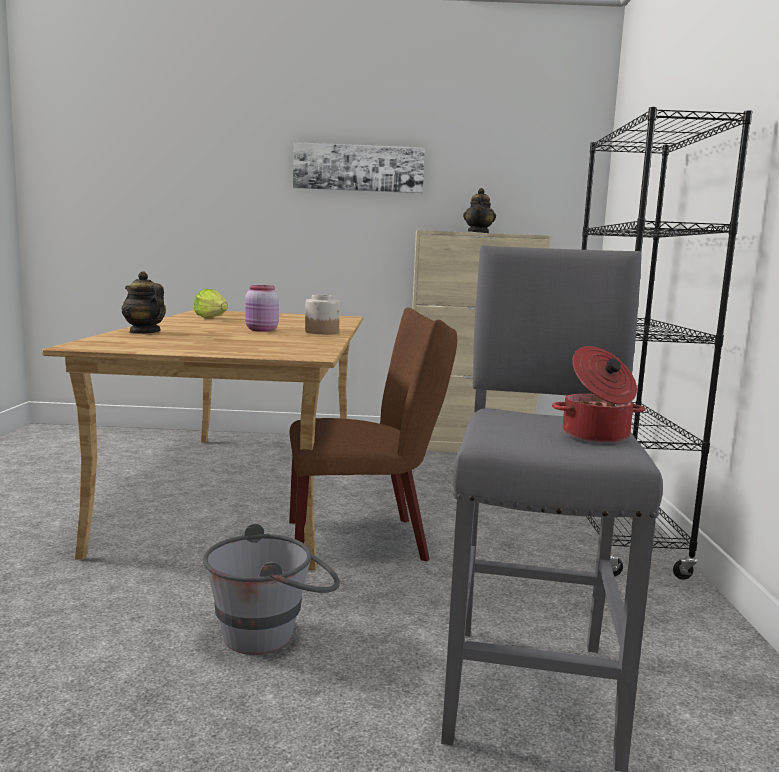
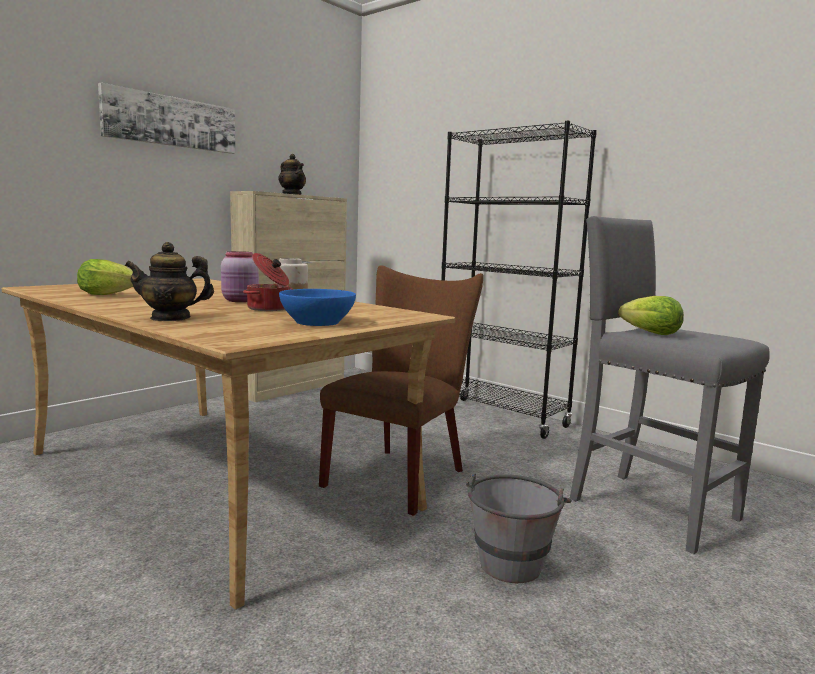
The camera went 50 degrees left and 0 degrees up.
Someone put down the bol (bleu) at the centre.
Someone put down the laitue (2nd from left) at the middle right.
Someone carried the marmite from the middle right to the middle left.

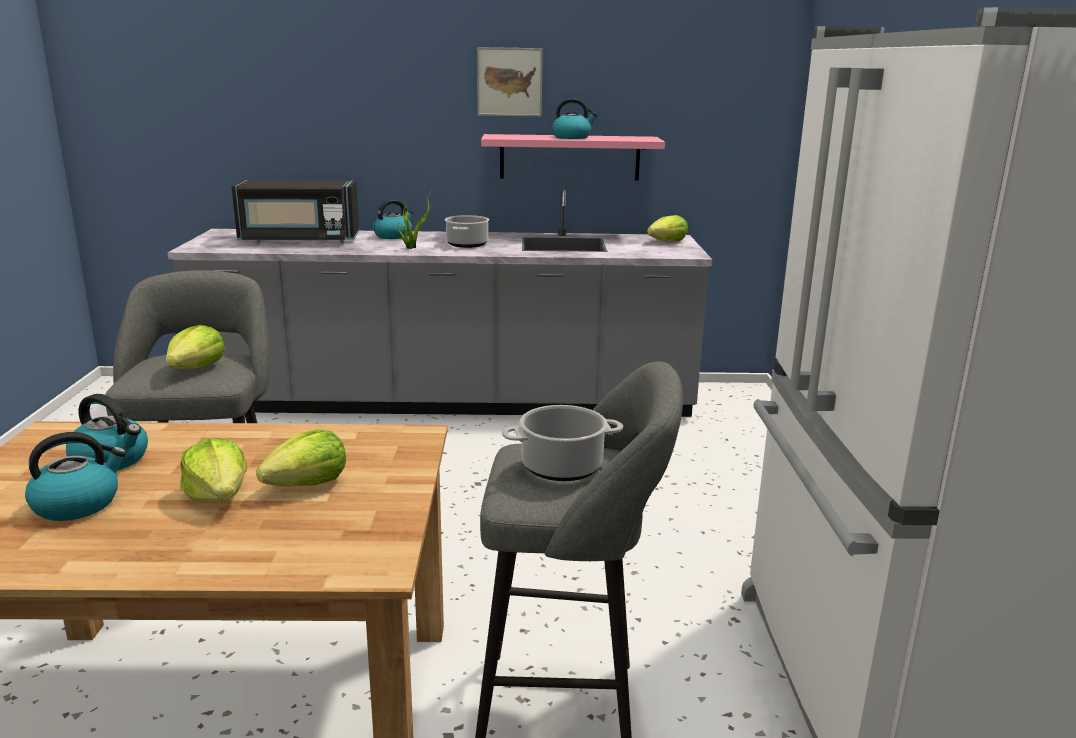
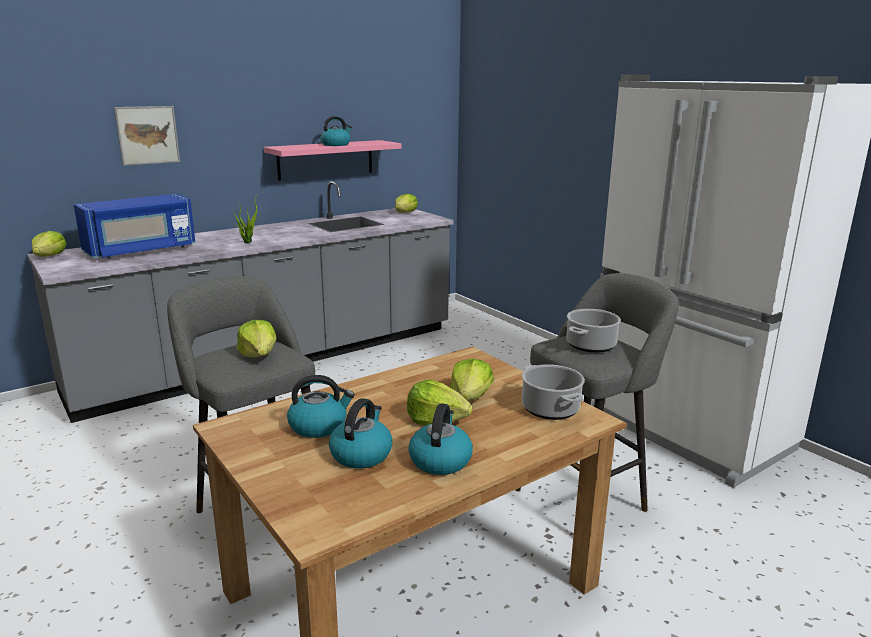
The camera went 35 degrees left and 0 degrees up.
Someone put down the laitue (1st from left) at the middle left.
Someone carried the bouilloire (3rd from left in the first image) from the top centre to the bottom centre.
Someone carried the marmite (1st from left) from the top centre to the centre.
Someone carried the tableau from the top centre to the top left.
Someone repainted the micro-ondes (noir) at the top left, which became the micro-ondes (bleu) at the middle left.

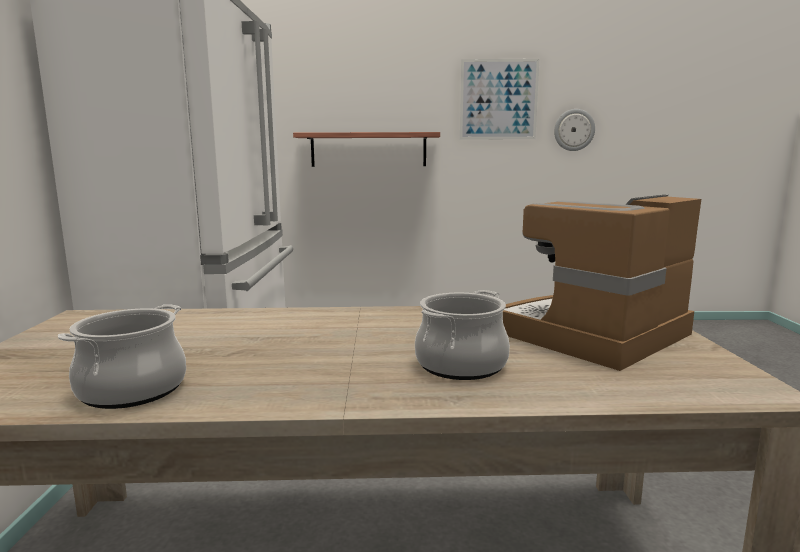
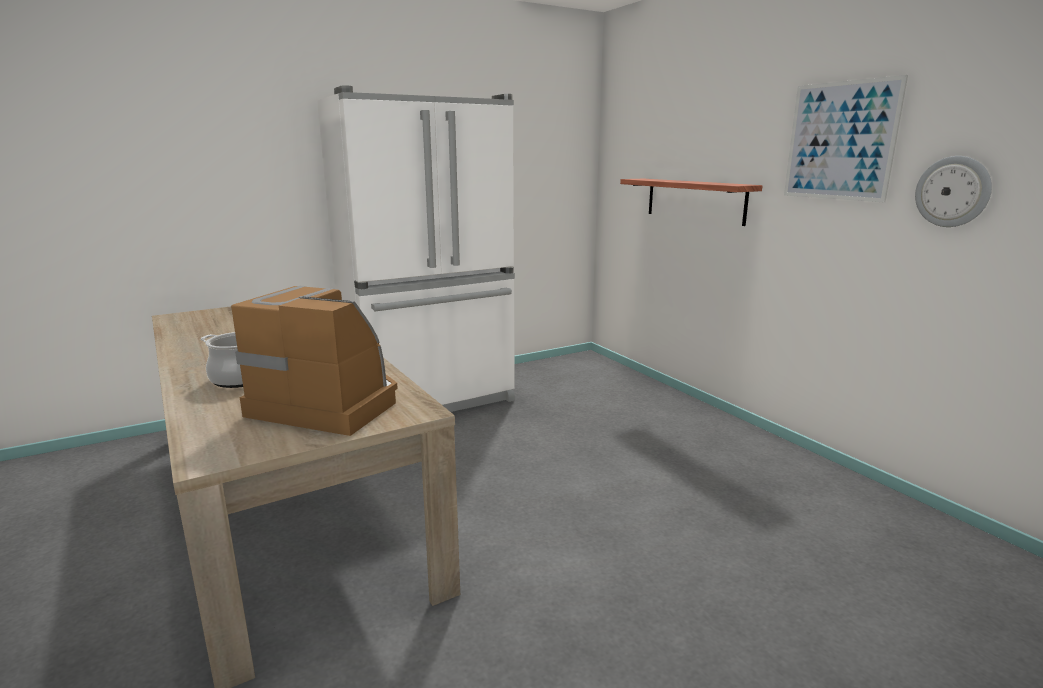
The camera went 60 degrees right and 5 degrees up.
Someone took away the marmite (1st from left) at the middle left.

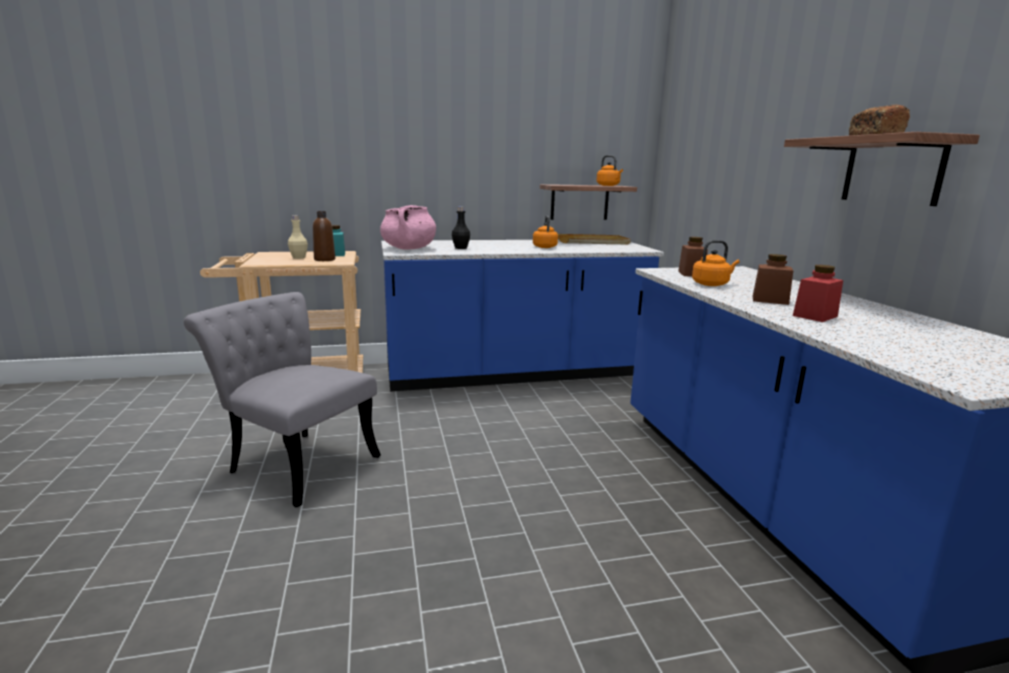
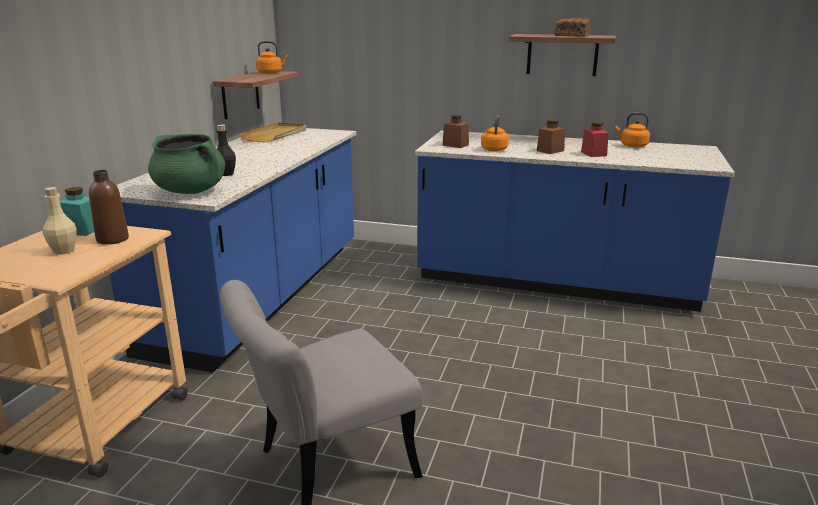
The camera went 60 degrees left and 5 degrees up.
Someone carried the bouilloire (orange) (1st from left in the first image) from the centre to the top right.
Someone repainted the marmite (rose) at the centre, which became the marmite (vert) at the top left.

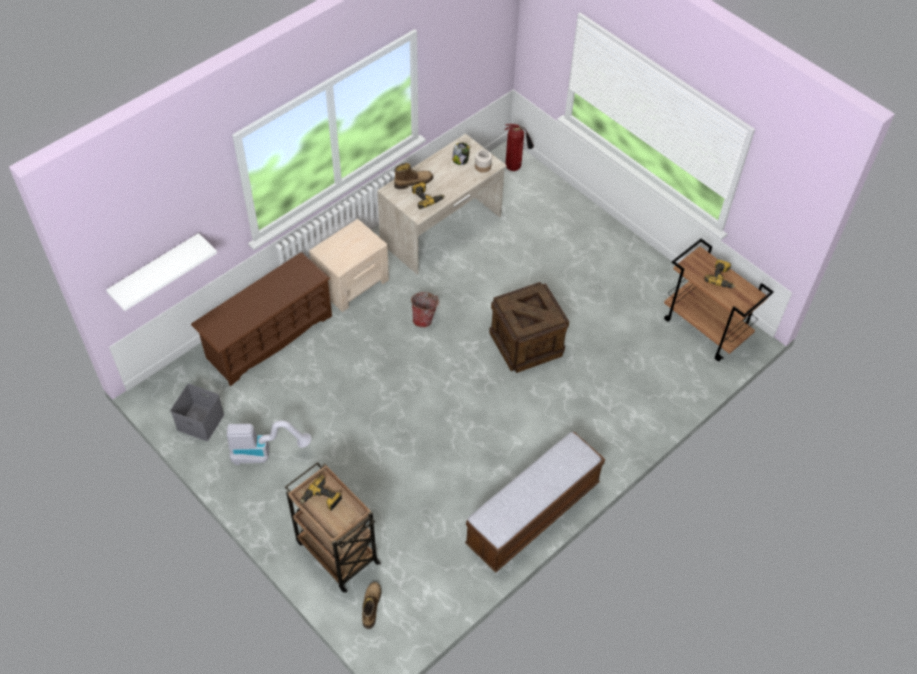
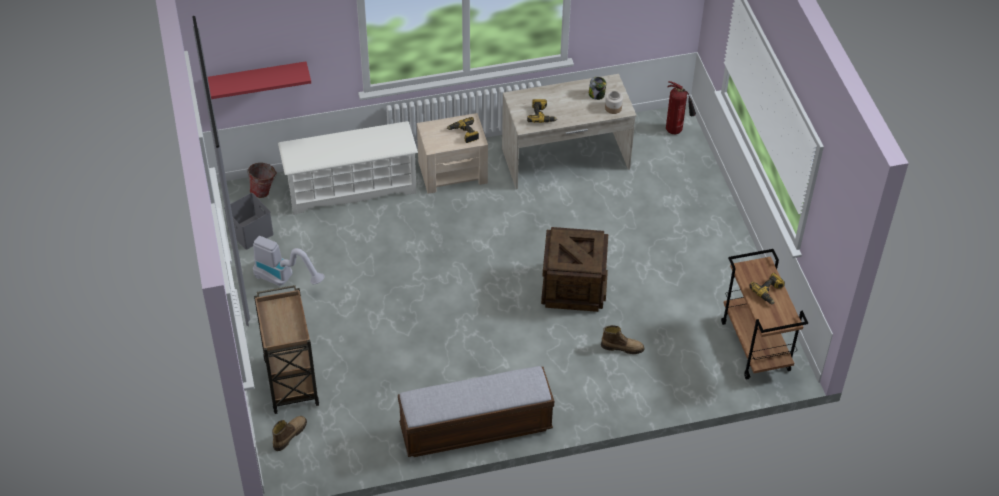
The camera went 30 degrees right and 5 degrees down.
Someone carried the perceuse (1st from left) from the bottom centre to the top centre.
Someone carried the botte (2nd from left) from the top centre to the bottom centre.
Someone carried the seau from the centre to the middle left.
Someone repainted the étagère (blanc) at the middle left, which became the étagère (rouge) at the top left.
Someone repainted the étagère à chaussures (marron) at the middle left, which became the étagère à chaussures (blanc) at the centre.

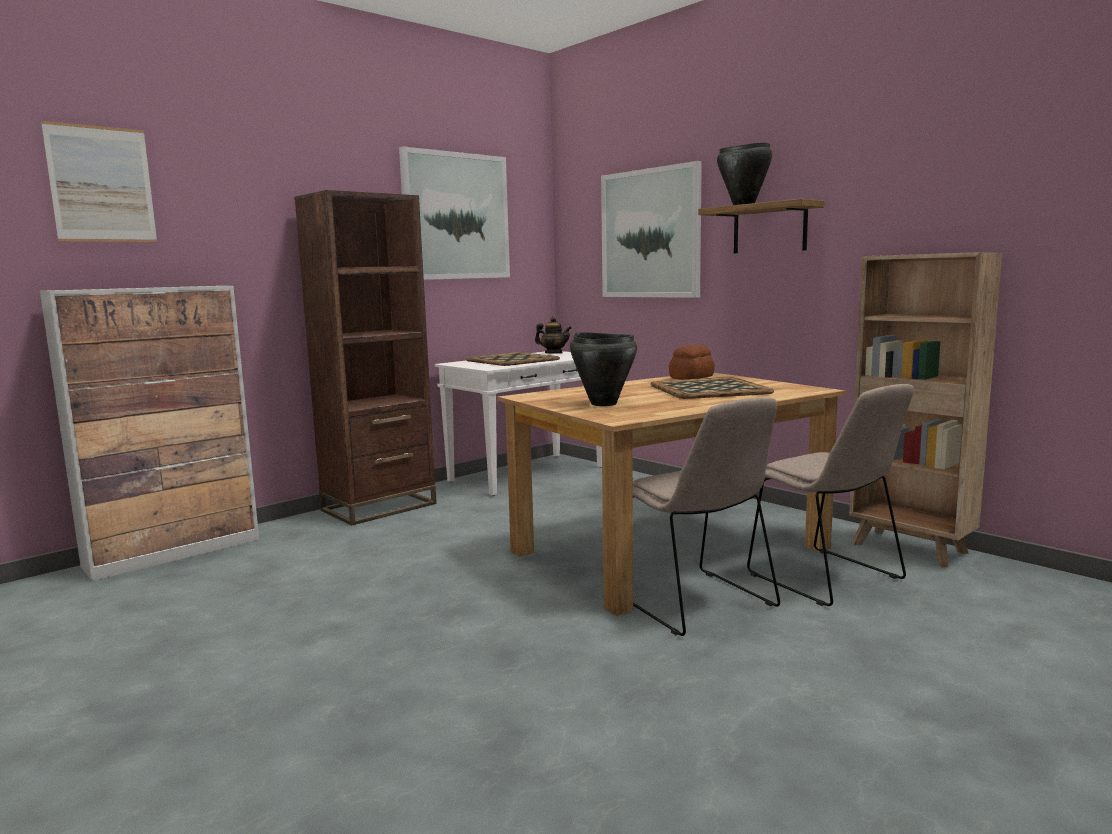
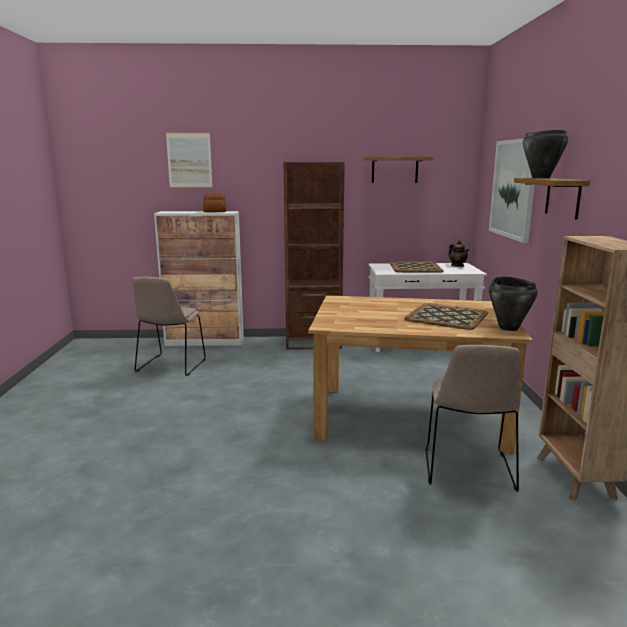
The camera went 40 degrees right and 5 degrees up.
Someone carried the marmite (noir) (1st from left) from the centre to the middle right.
Someone carried the chaise (beige) (1st from left) from the centre to the middle left.
Someone carried the pain from the centre to the top centre.
Someone swapped the tableau (2nd from left) at the top centre for the étagère (1st from left) at the top centre.

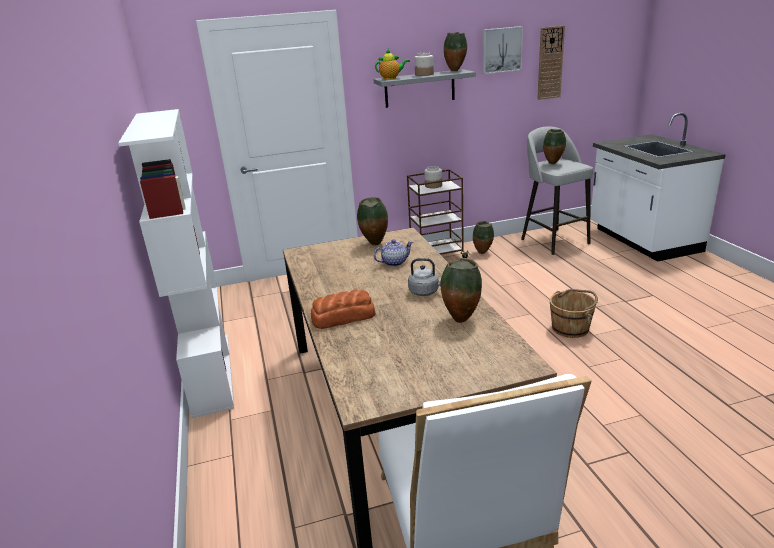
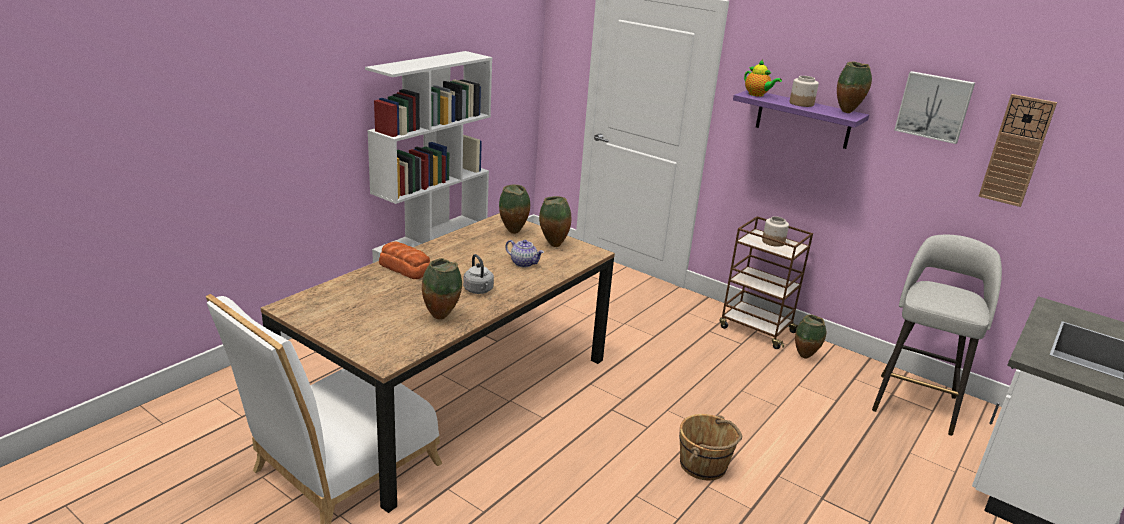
The camera went 50 degrees right and 0 degrees up.
Someone carried the vase (5th from left in the first image) from the top right to the centre.
Someone repainted the étagère (gris) at the top centre, which became the étagère (violet) at the top right.

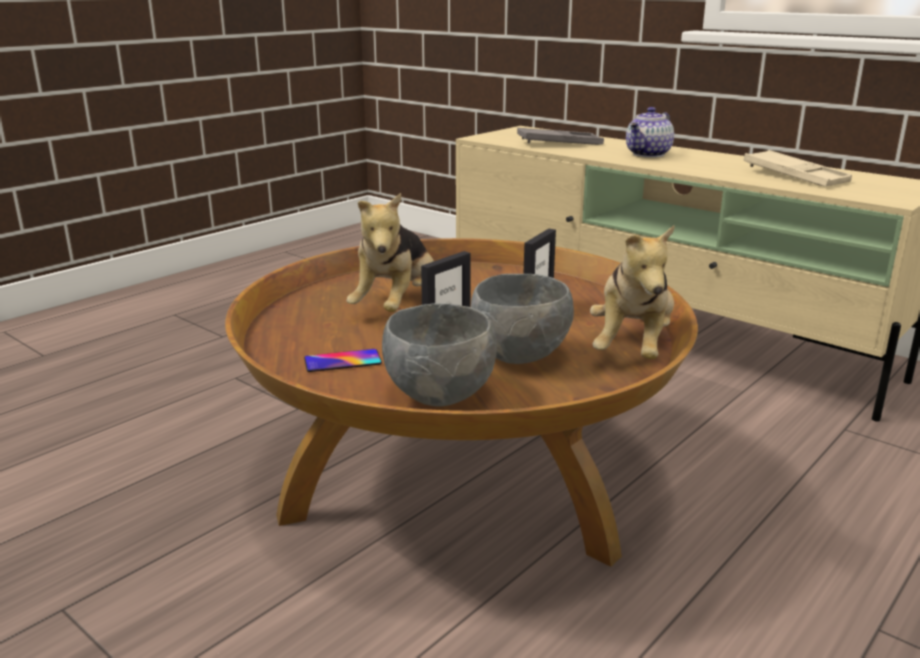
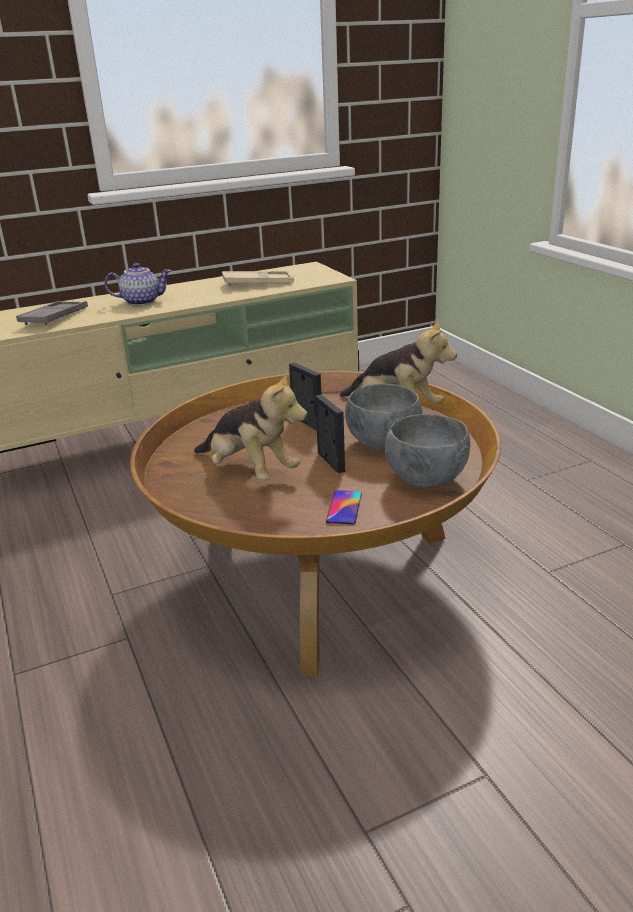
The camera went 65 degrees left and 5 degrees up.
Someone rotated the théière at the top right by 75 degrees counterclockwise.

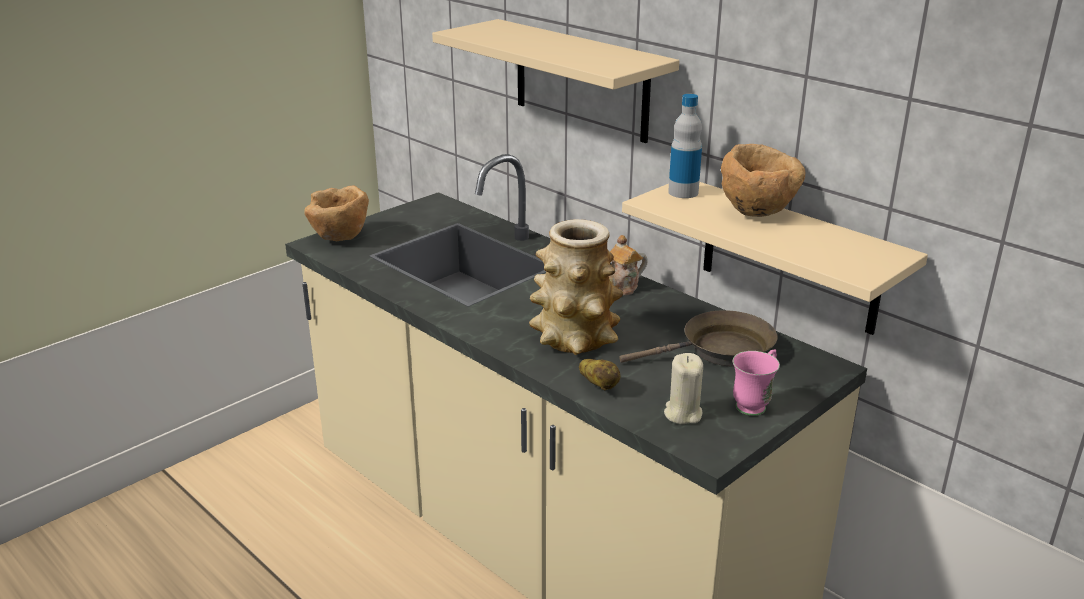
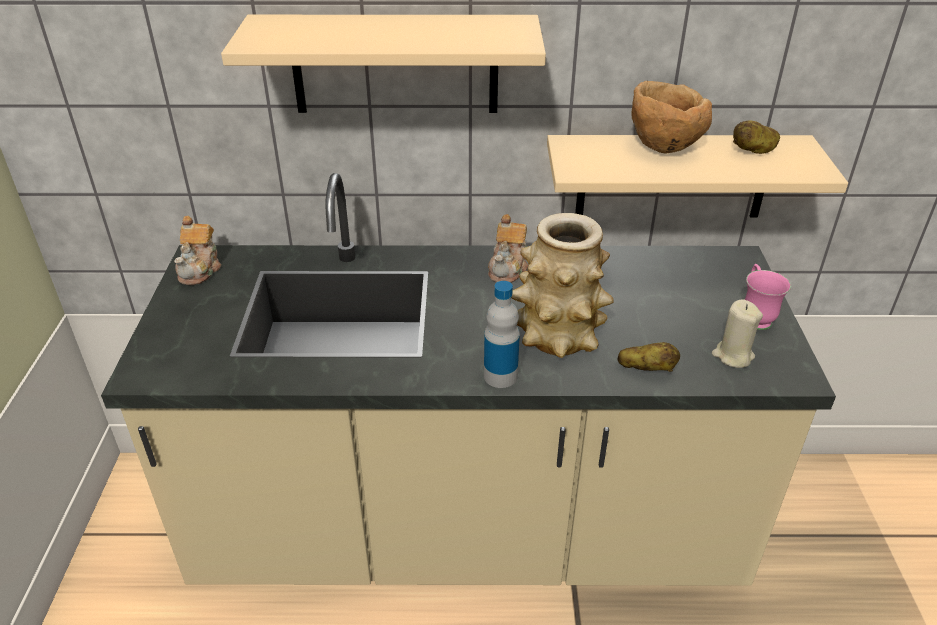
The camera went 45 degrees left and 10 degrees up.
Someone took away the bol (marron) (1st from left) at the middle left.
Someone took away the poêle (marron) at the centre.
Someone put down the théière (1st from left) at the middle left.
Someone put down the pomme de terre (2nd from left) at the top right.
Someone carried the bouteille from the top centre to the centre.

